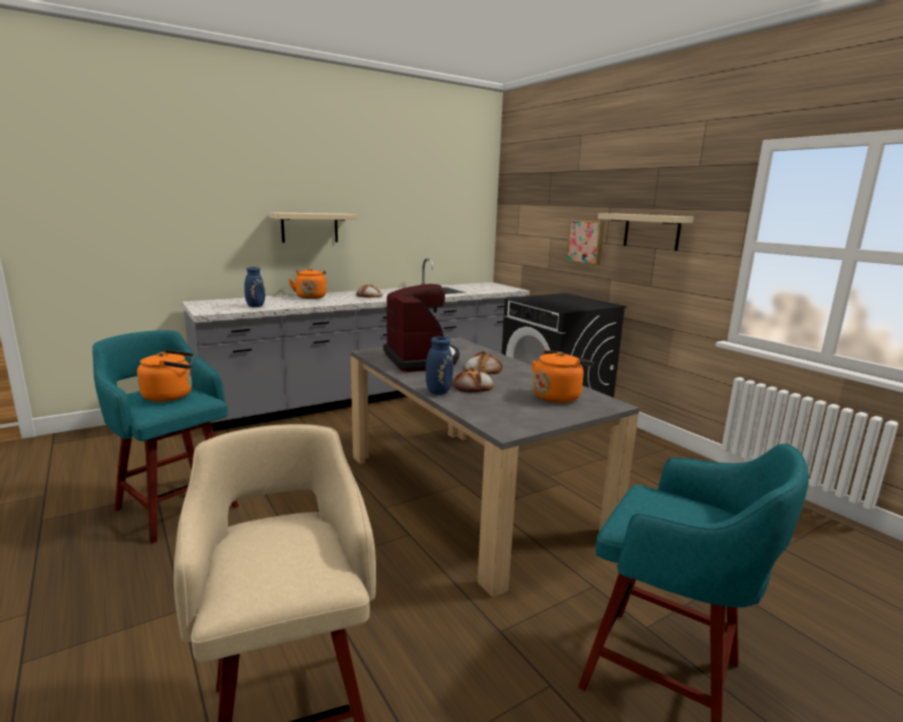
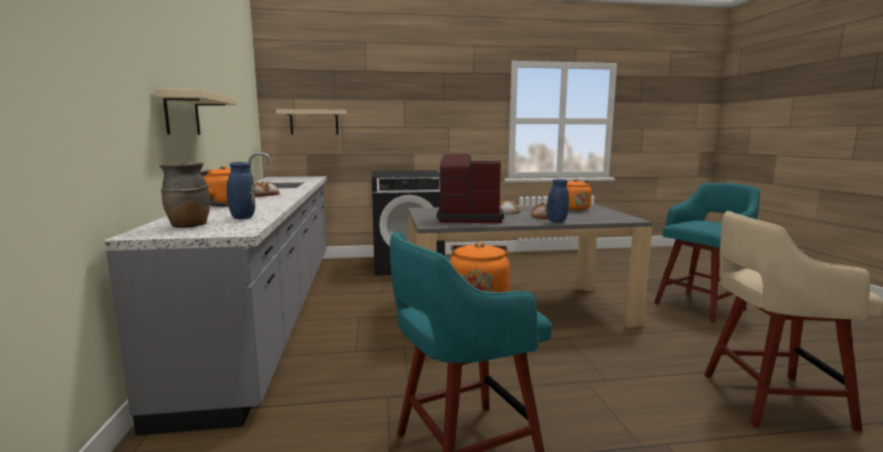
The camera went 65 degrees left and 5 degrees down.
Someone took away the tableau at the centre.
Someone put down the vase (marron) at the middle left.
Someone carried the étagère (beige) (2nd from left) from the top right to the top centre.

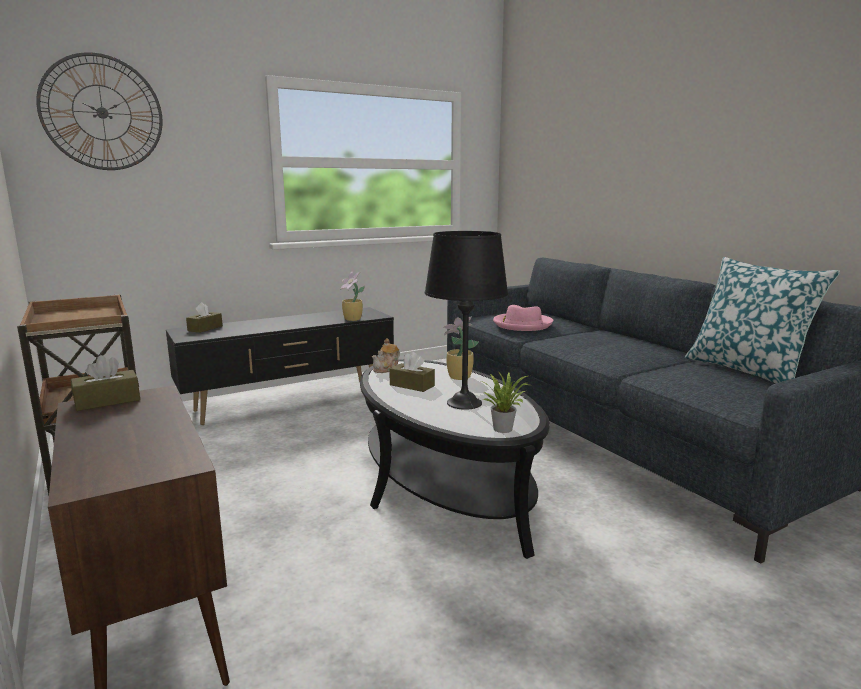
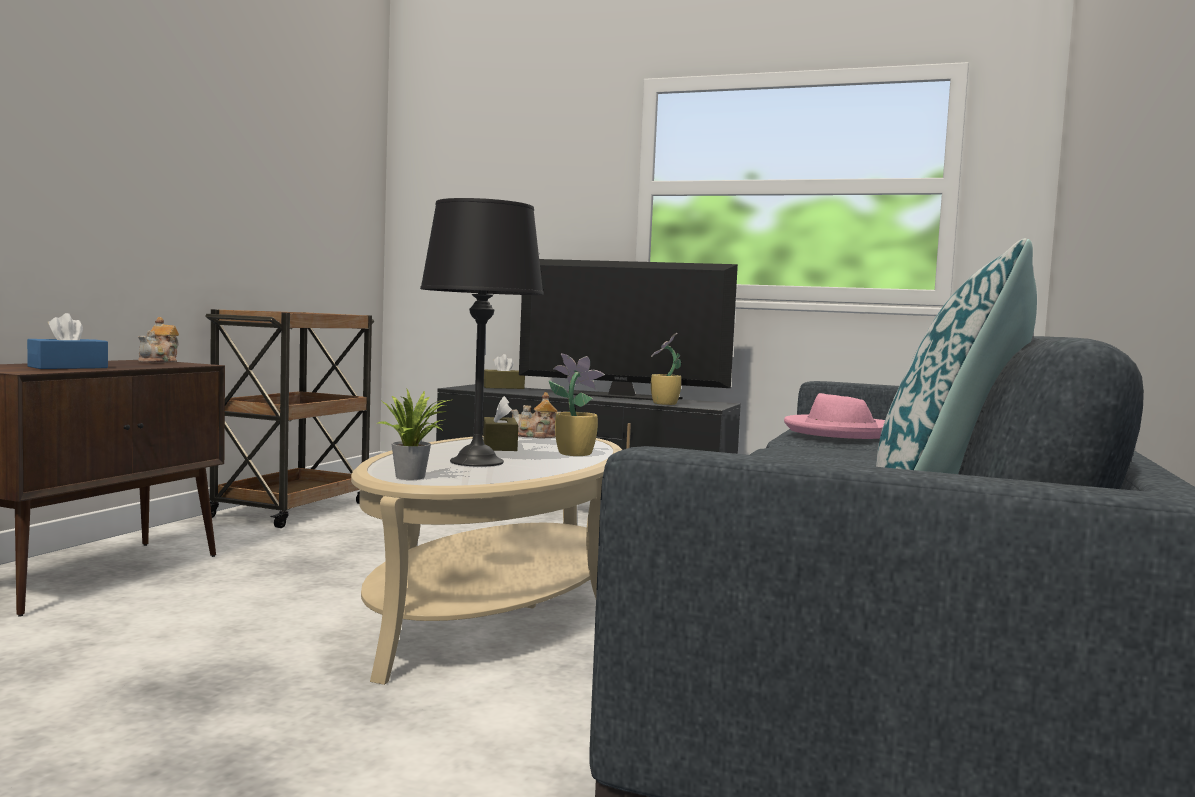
The camera went 50 degrees right and 10 degrees down.
Someone took away the horloge murale at the top left.
Someone put down the boîte à mouchoirs (bleu) at the middle left.
Someone put down the téléviseur at the centre.
Someone swapped the boîte à mouchoirs (marron) (1st from left) at the middle left for the théière (1st from left) at the middle left.
Someone repainted the table basse (noir) at the centre, which became the table basse (beige) at the bottom centre.

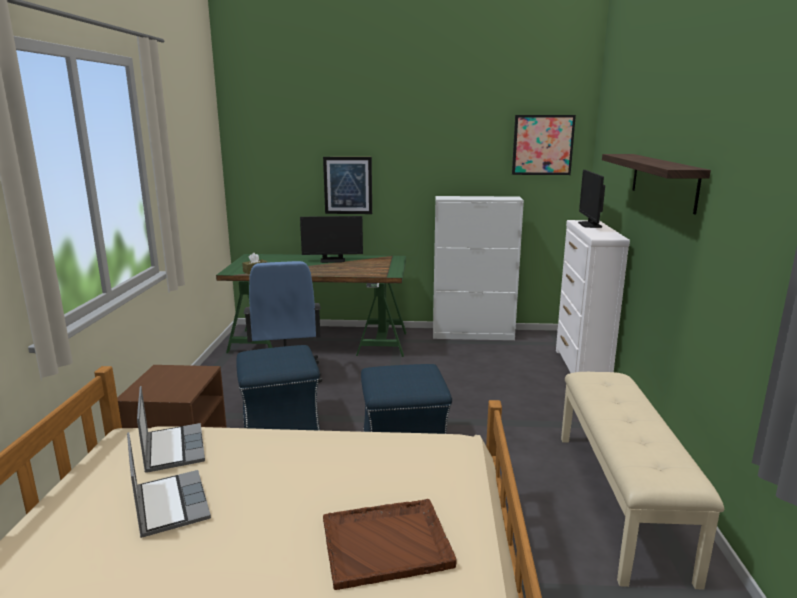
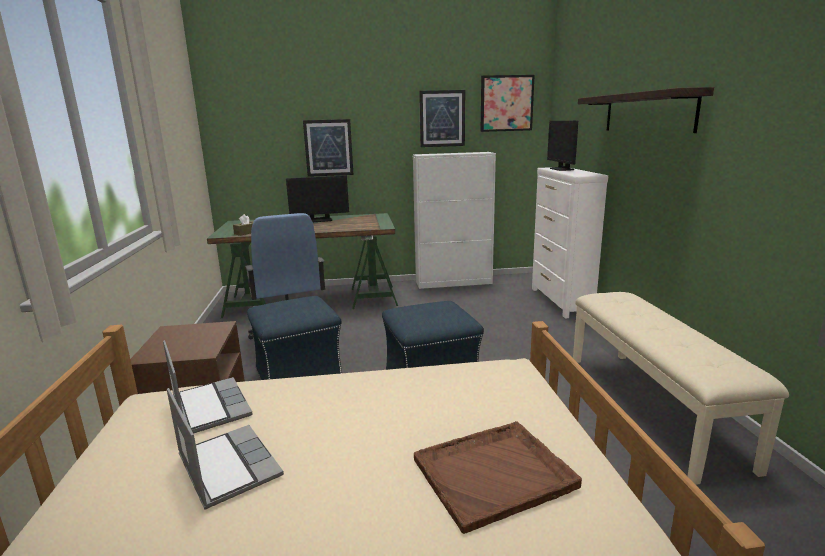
The camera went 10 degrees left and 0 degrees up.
Someone put up the tableau (2nd from left) at the top centre.

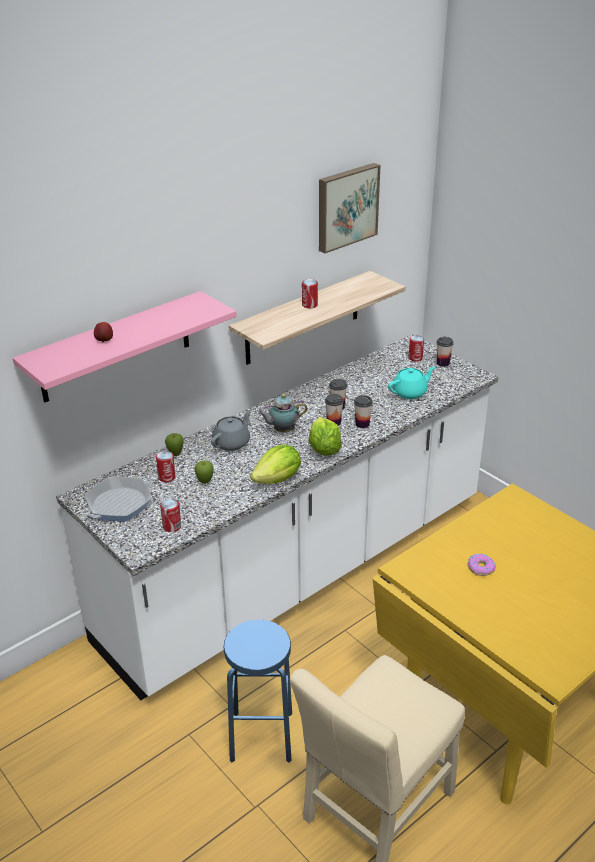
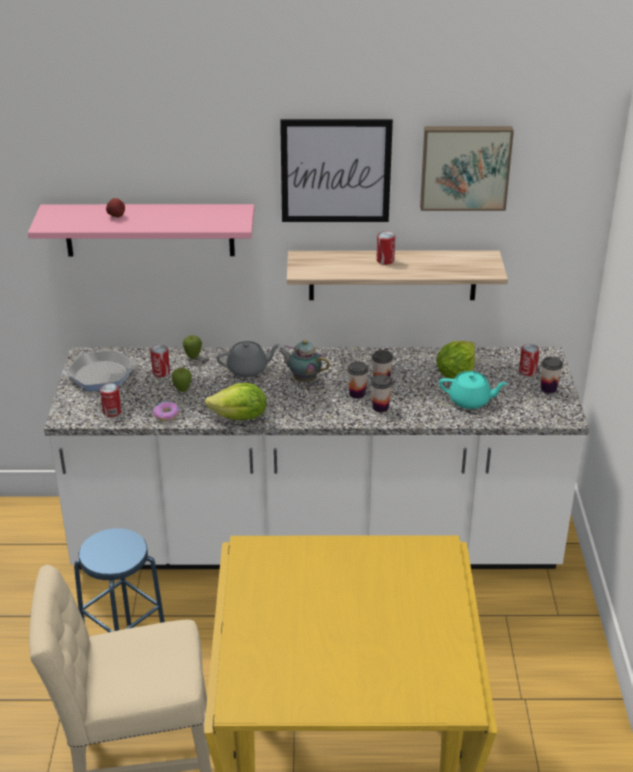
The camera went 40 degrees right and 0 degrees up.
Someone put up the tableau (1st from left) at the top centre.
Someone carried the laitue (2nd from left) from the centre to the middle right.
Someone carried the beignet from the middle right to the middle left.

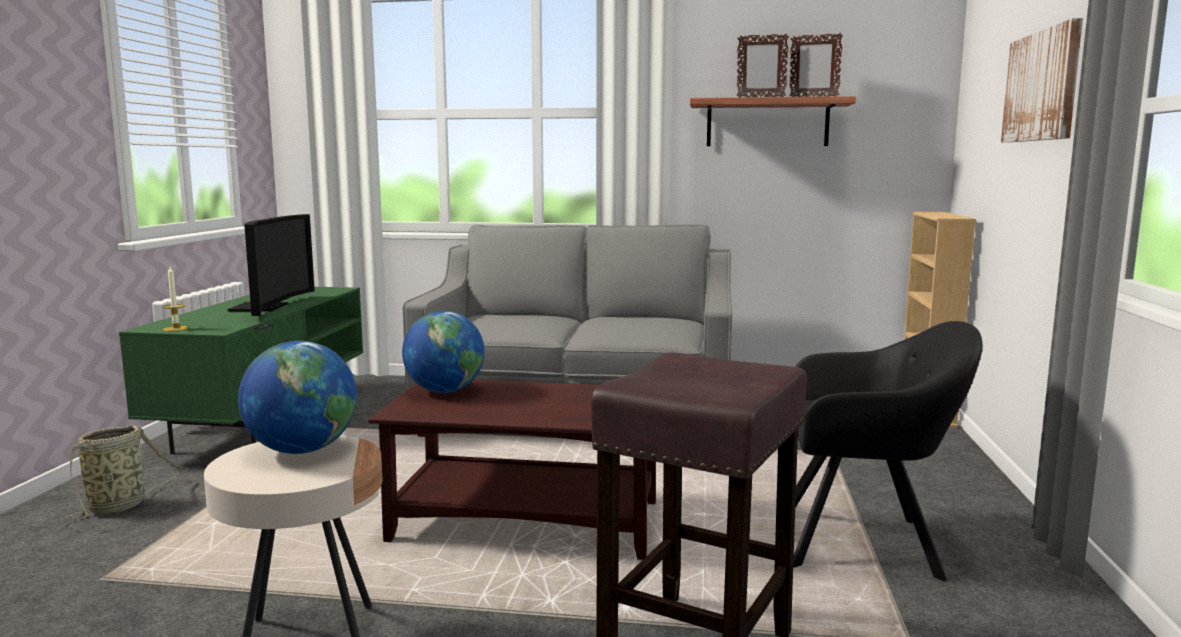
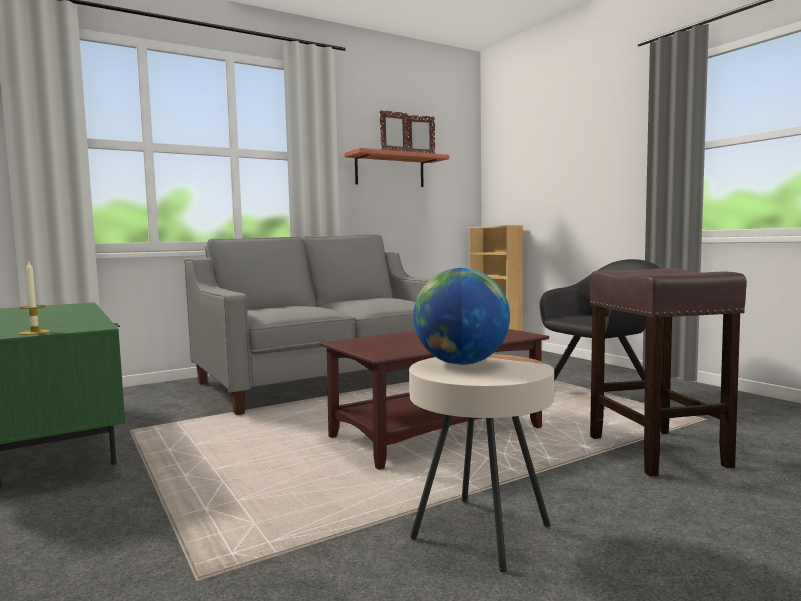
The camera went 40 degrees left and 5 degrees down.
Someone took away the panier at the bottom left.
Someone took away the téléviseur at the middle left.
Someone took away the globe (2nd from left) at the centre.
Someone took away the tableau at the top right.

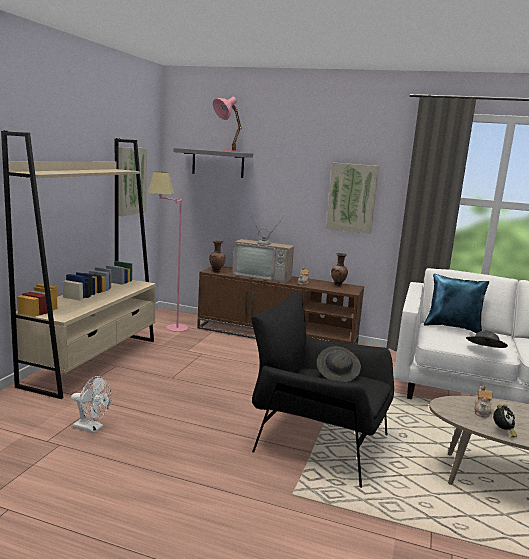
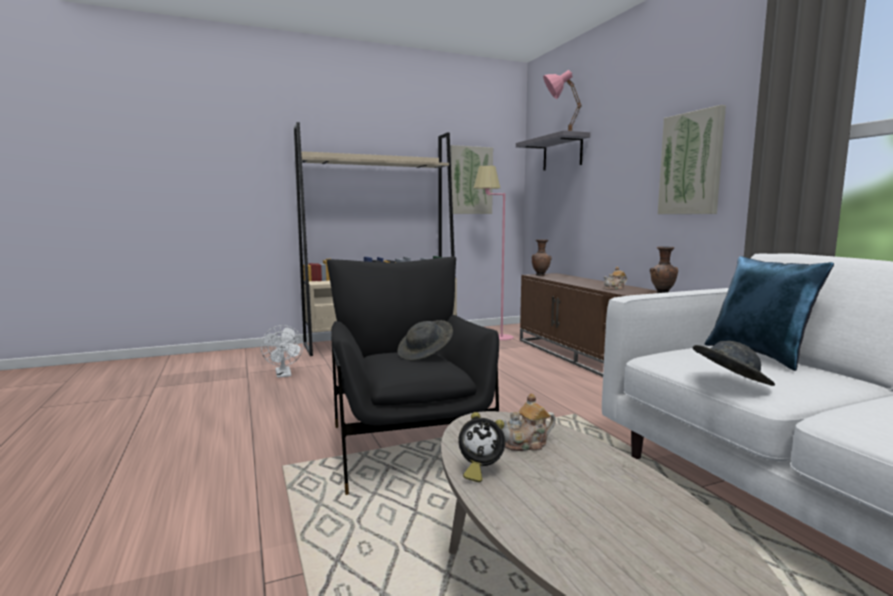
The camera went 50 degrees right and 5 degrees down.
Someone took away the téléviseur at the centre.

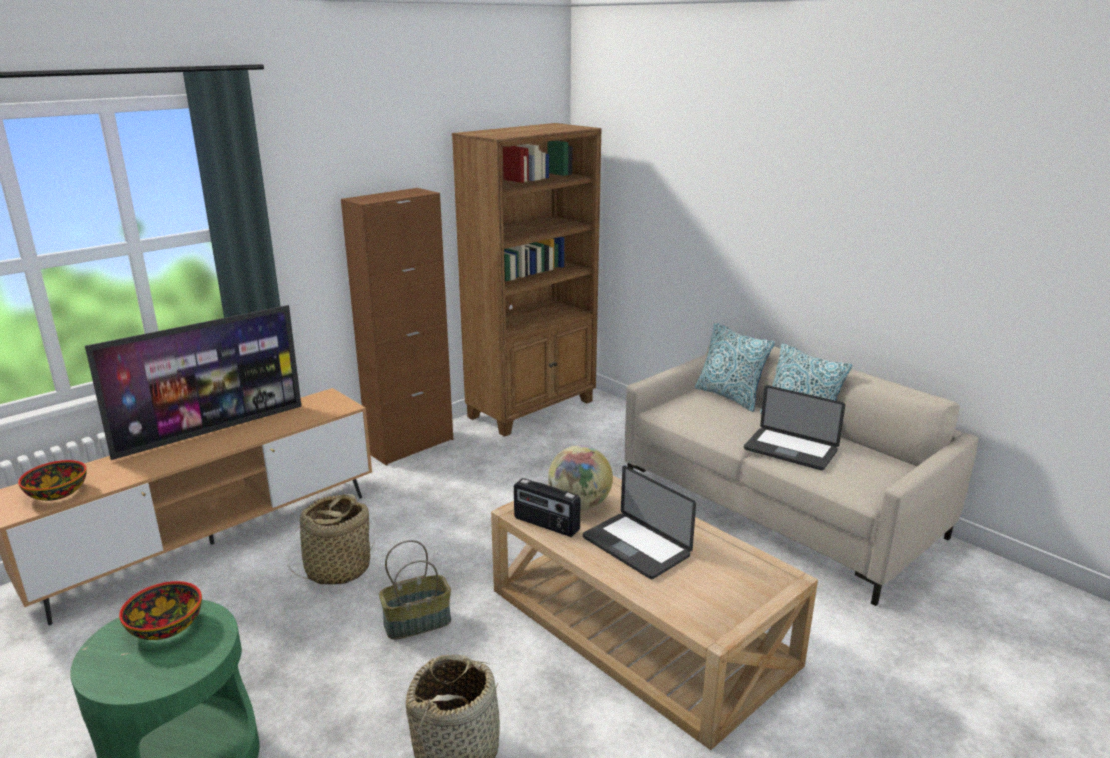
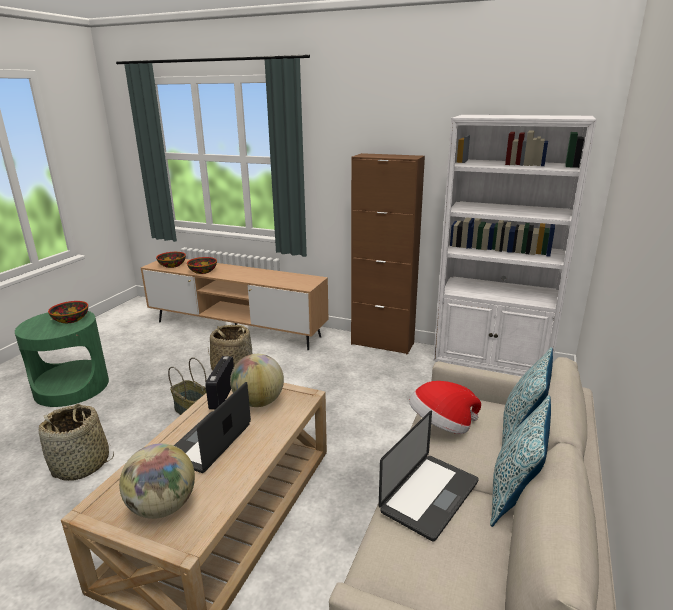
The camera went 65 degrees right and 0 degrees up.
Someone took away the téléviseur at the middle left.
Someone put down the globe (1st from left) at the bottom left.
Someone put down the bol (3rd from left) at the middle left.
Someone put down the chapeau at the bottom centre.
Someone repainted the bibliothèque (marron) at the centre, which became the bibliothèque (blanc) at the middle right.
Someone rotated the ordinateur portable (2nd from left) at the middle right by 150 degrees counterclockwise.

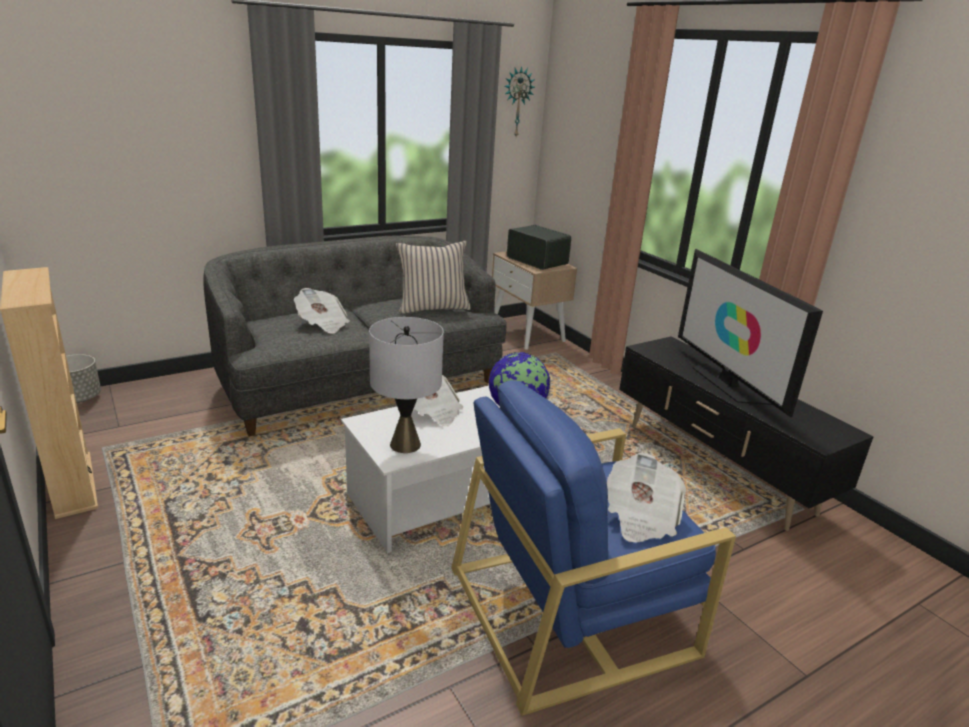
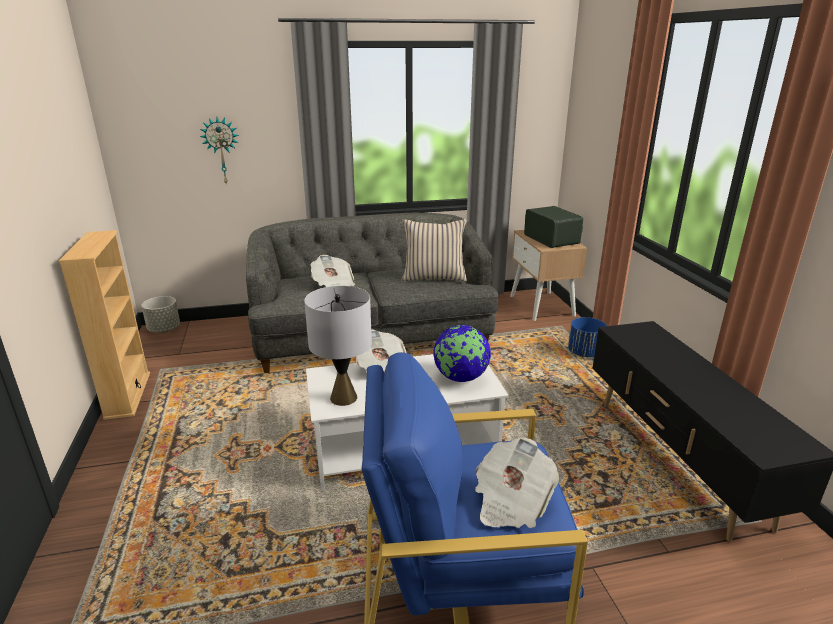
The camera went 20 degrees right and 0 degrees up.
Someone took away the téléviseur at the middle right.
Someone put down the cache-pot (bleu) at the middle right.
Someone carried the horloge murale from the top centre to the top left.

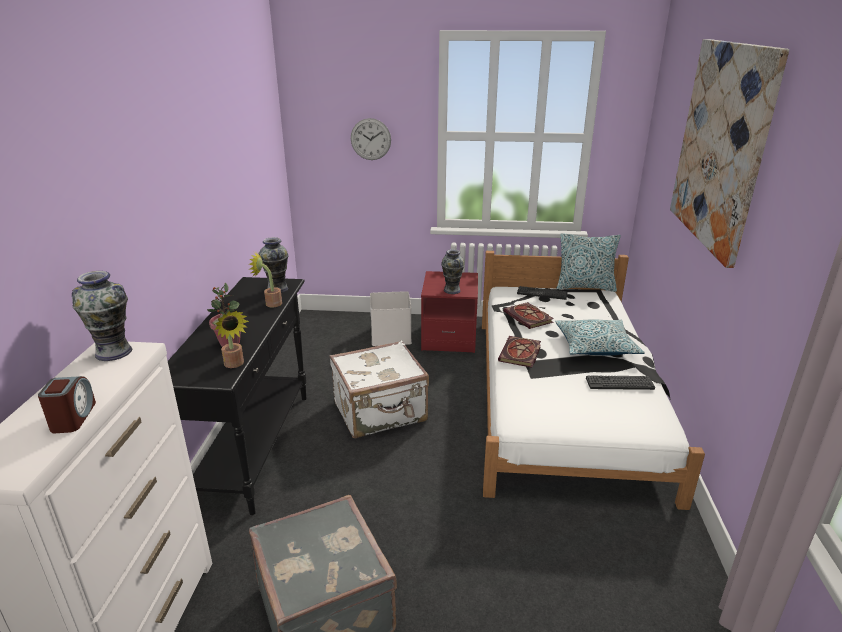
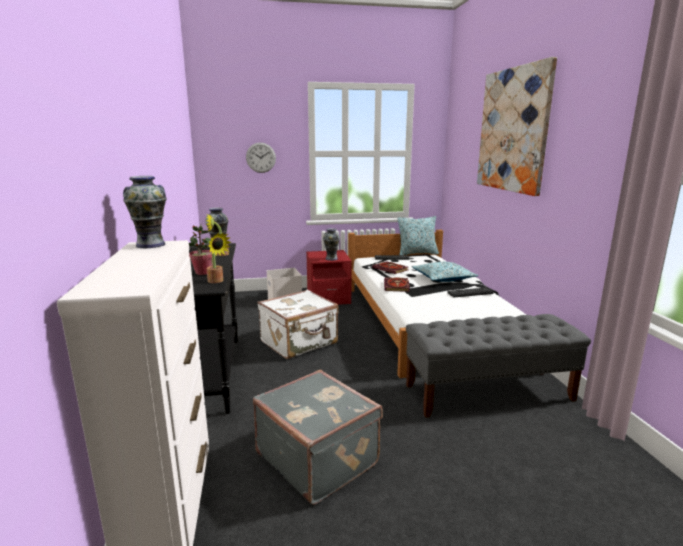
The camera went 15 degrees left and 10 degrees down.
Someone took away the réveil at the middle left.
Someone put down the banc (gris) at the bottom right.

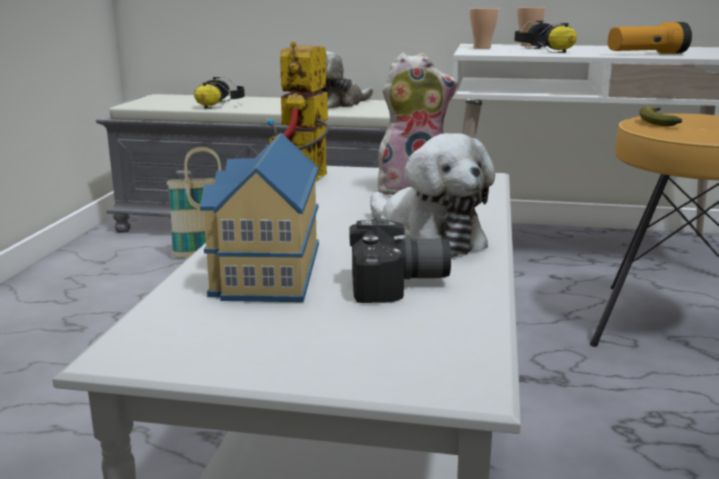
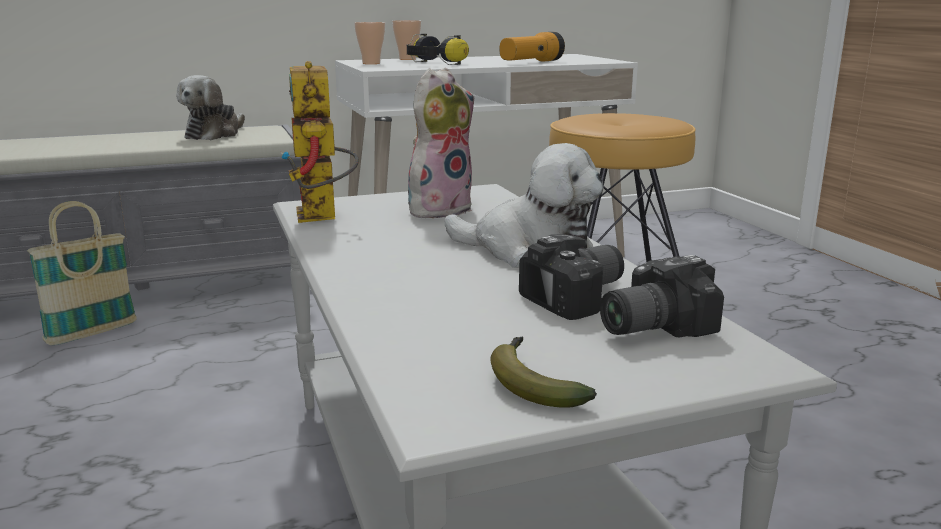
The camera went 30 degrees left and 0 degrees up.
Someone took away the casque audio (1st from left) at the top left.
Someone took away the maison miniature at the centre.
Someone put down the appareil photo (2nd from left) at the middle right.
Someone carried the banane from the top right to the bottom centre.

